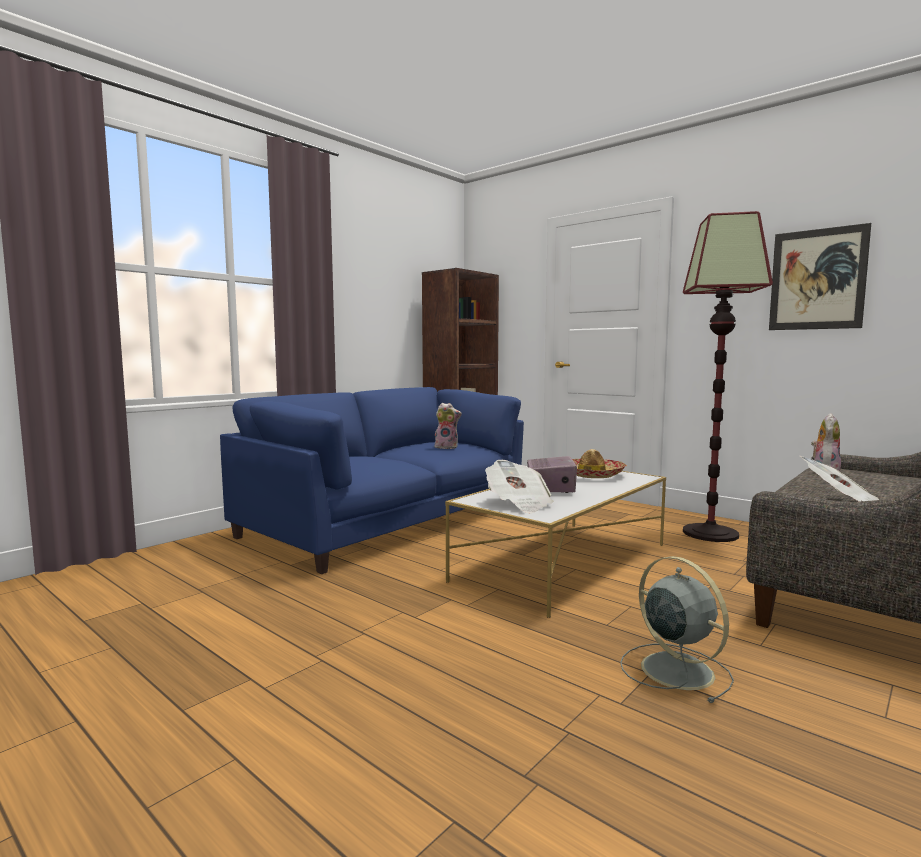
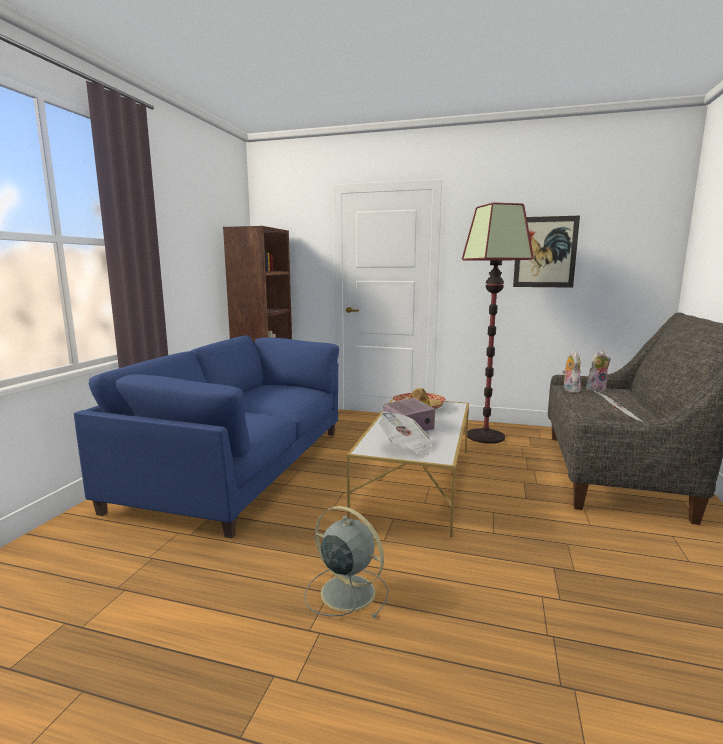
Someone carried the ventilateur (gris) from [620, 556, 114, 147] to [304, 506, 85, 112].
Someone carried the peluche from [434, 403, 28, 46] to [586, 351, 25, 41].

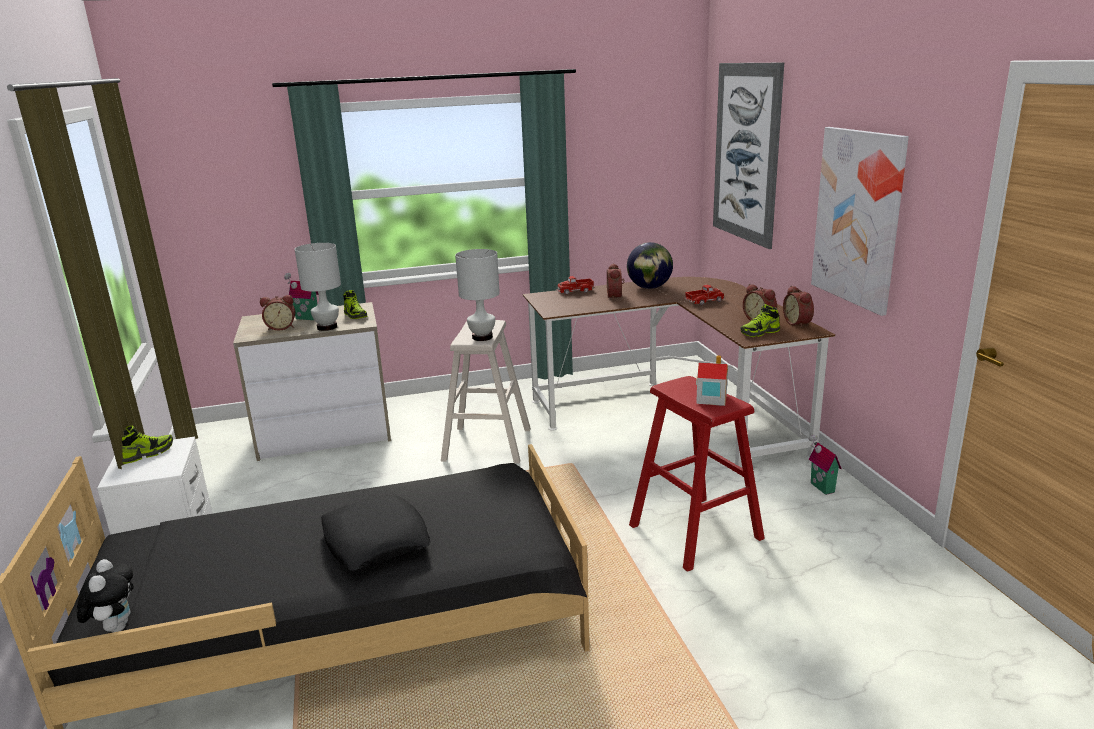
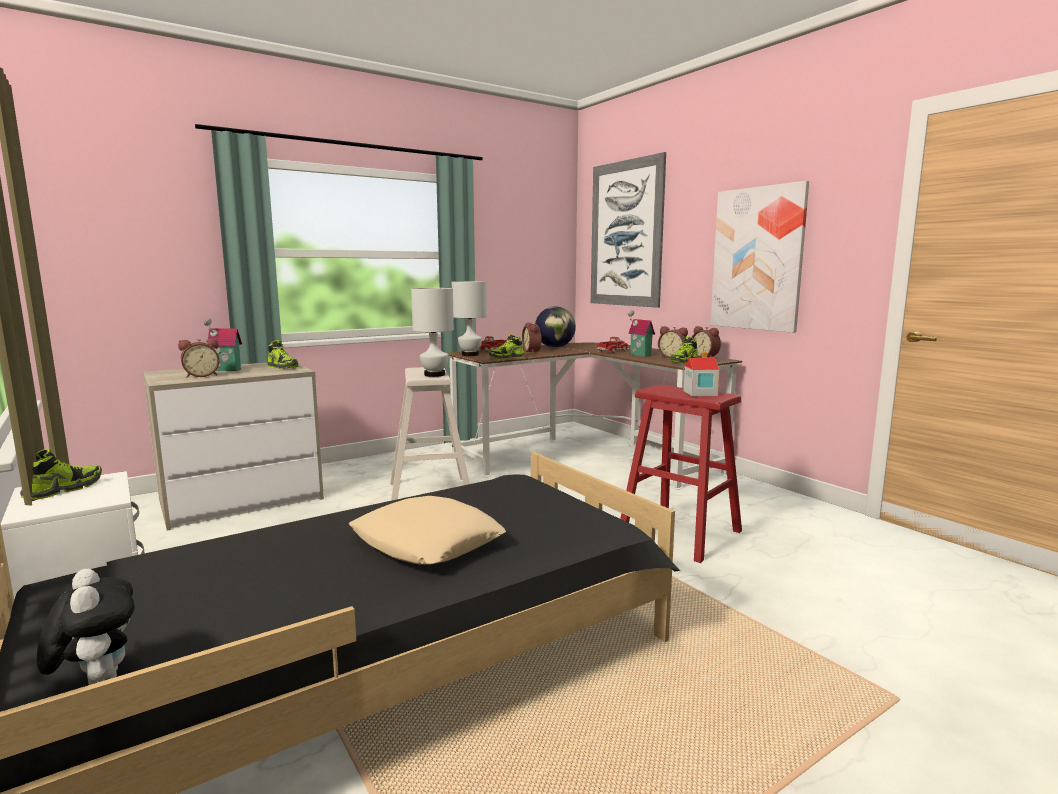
Someone repainted the coussin (noir) at [321, 495, 109, 76], which became the coussin (beige) at [349, 496, 157, 69].
Someone carried the lampe de table (blanc) from [294, 243, 47, 88] to [452, 281, 35, 75].
Someone put down the chaussure at [488, 334, 36, 25].
Someone carried the maison miniature from [809, 434, 33, 61] to [628, 310, 27, 47].

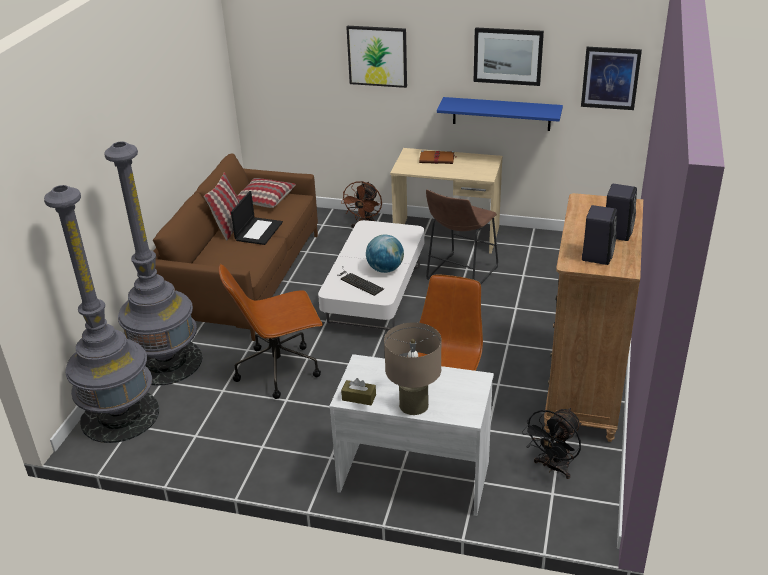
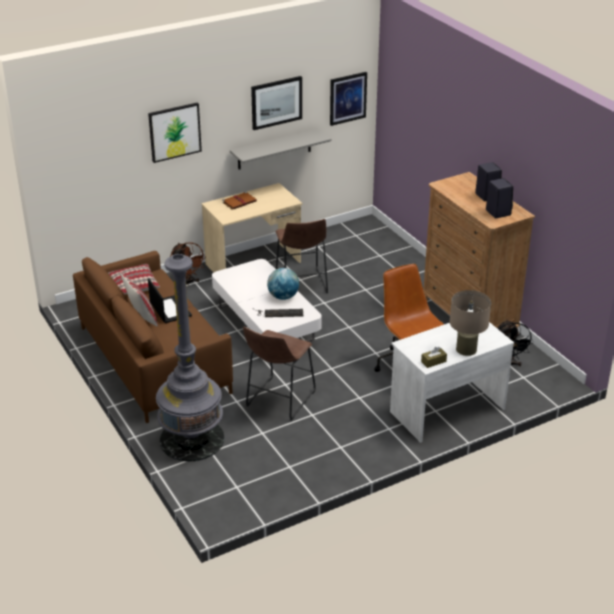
Someone repainted the étagère (bleu) at [437, 97, 126, 34], which became the étagère (gris) at [230, 129, 101, 41].
Someone swapped the chaise de bureau (marron) at [219, 264, 104, 135] for the tabouret (marron) at [243, 327, 73, 94].
Someone took away the lampadaire (gris) at [44, 185, 115, 258].

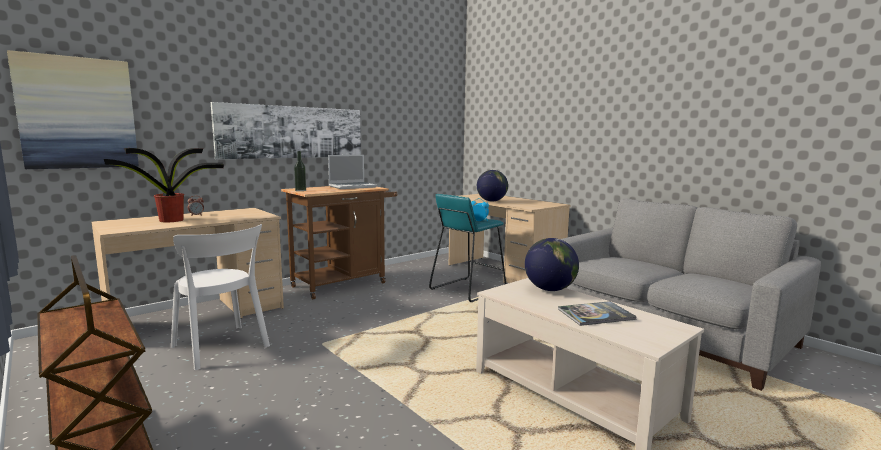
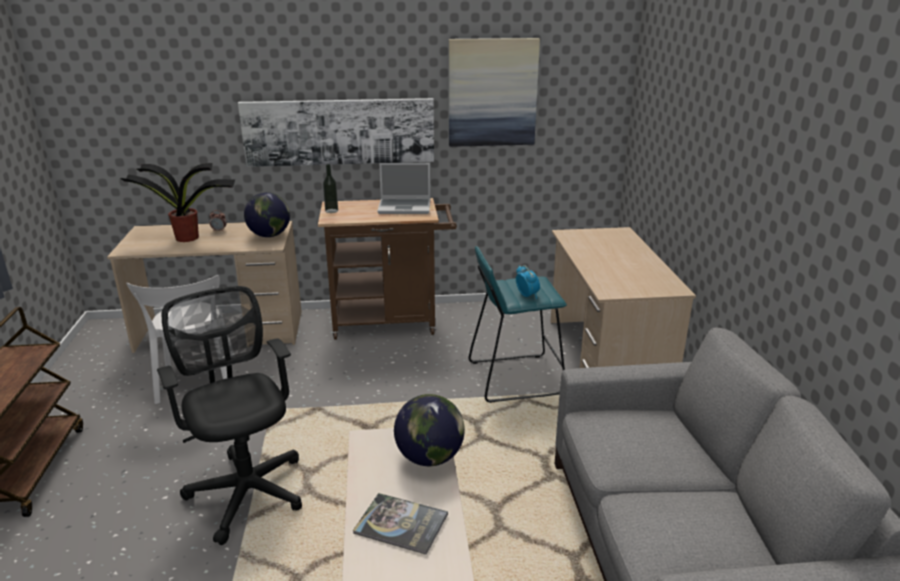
Someone put down the chaise de bureau (noir) at [157, 286, 145, 259].
Someone carried the globe from [477, 170, 31, 32] to [244, 192, 46, 45].
Someone carried the tableau from [7, 50, 132, 119] to [449, 38, 91, 109].

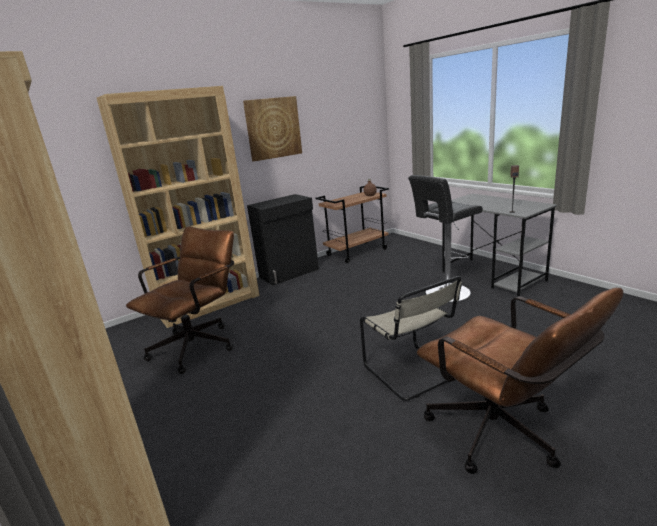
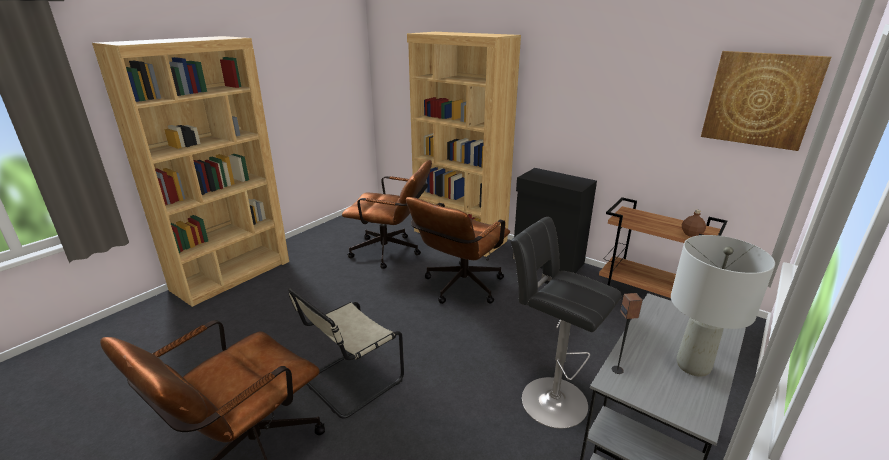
Someone put down the chaise de bureau (marron) at [406, 197, 104, 107].
Someone put down the lampe de table (gris) at [671, 235, 104, 142].
Someone carried the tableau from [243, 96, 59, 66] to [701, 51, 130, 100].

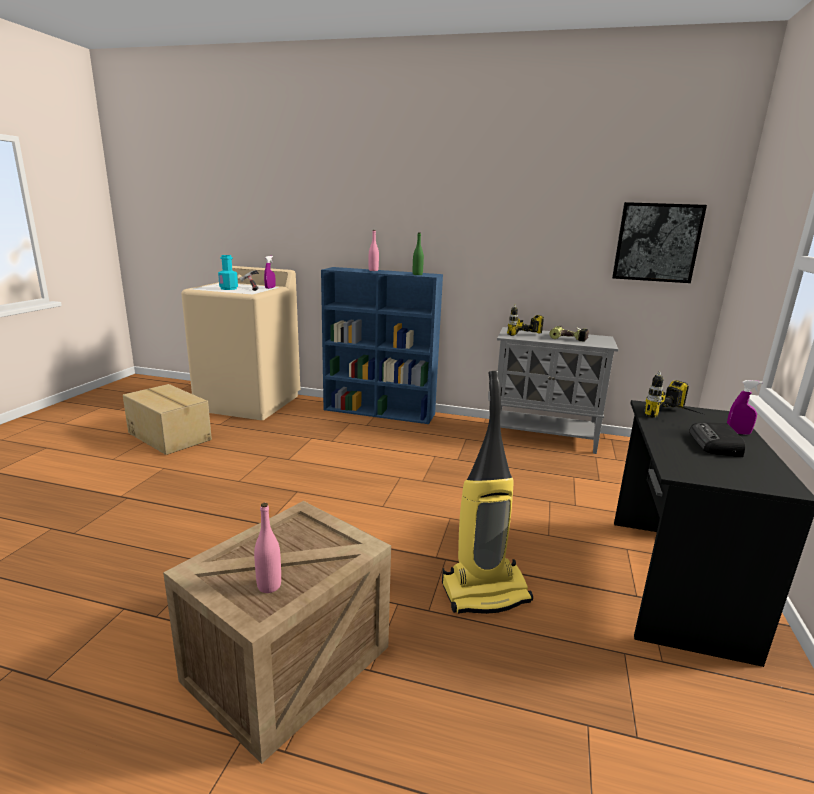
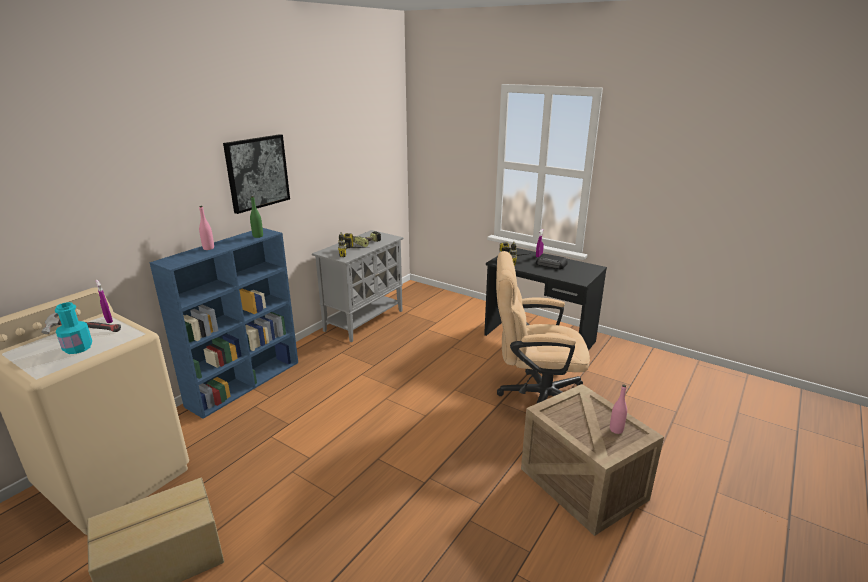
Someone carried the tableau from [612, 202, 95, 81] to [223, 134, 67, 80].
Someone swapped the aspirateur at [442, 371, 91, 243] for the chaise de bureau (beige) at [496, 251, 94, 153].

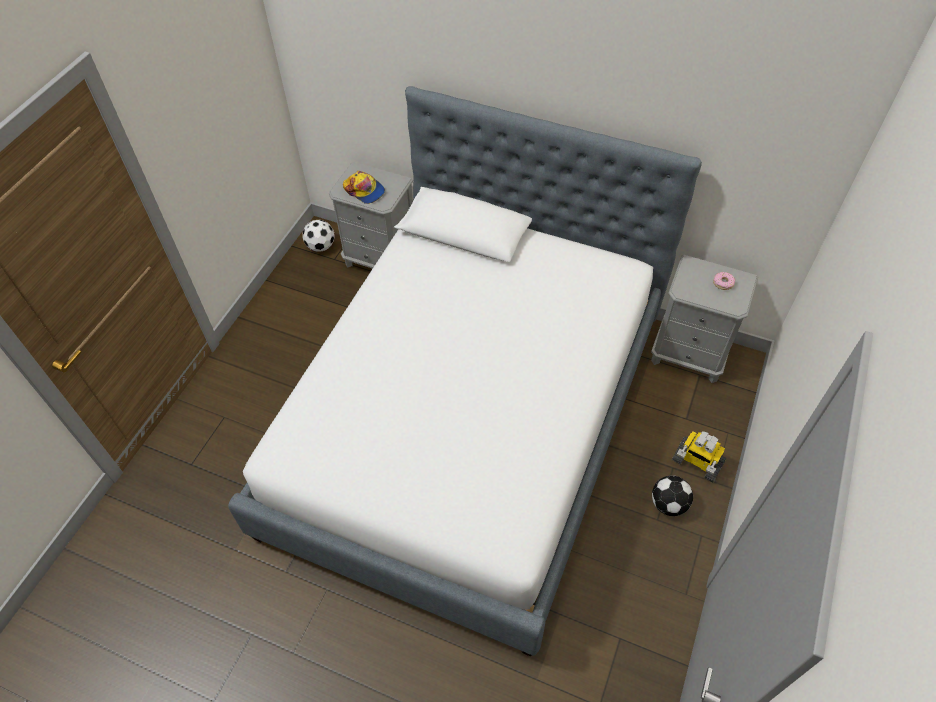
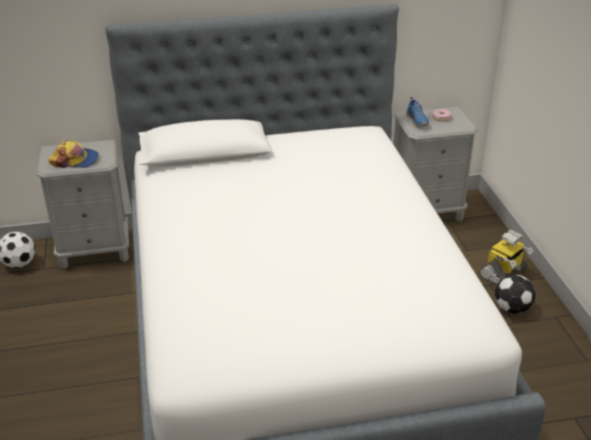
Someone put down the chaussure (bleu) at [406, 97, 23, 30].
Someone rotated the robot jouet at [672, 431, 55, 51] by 45 degrees counterclockwise.

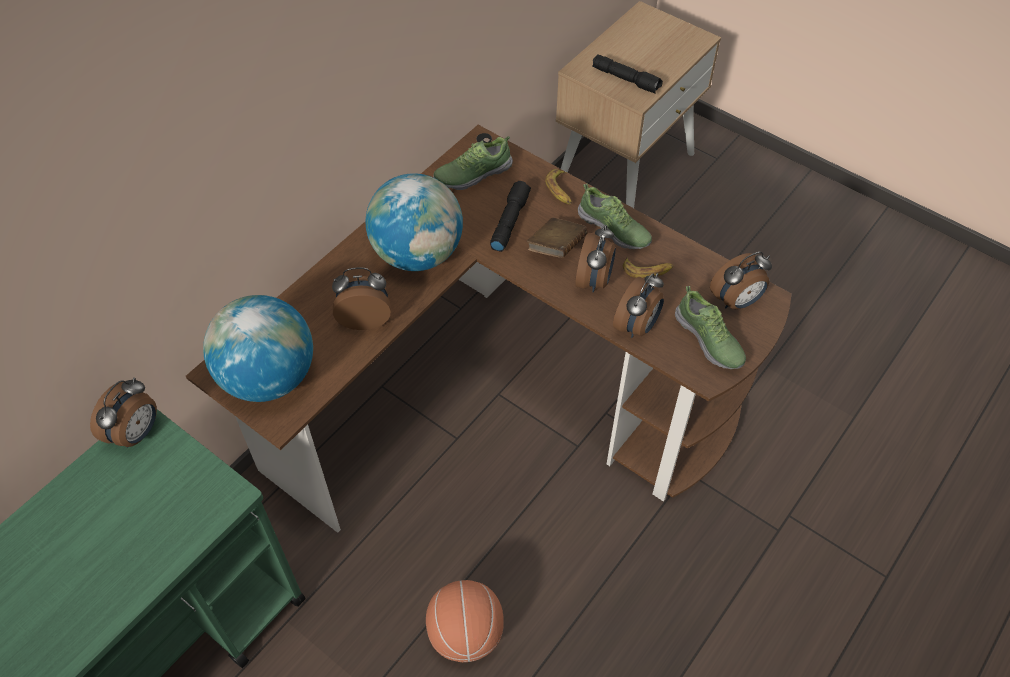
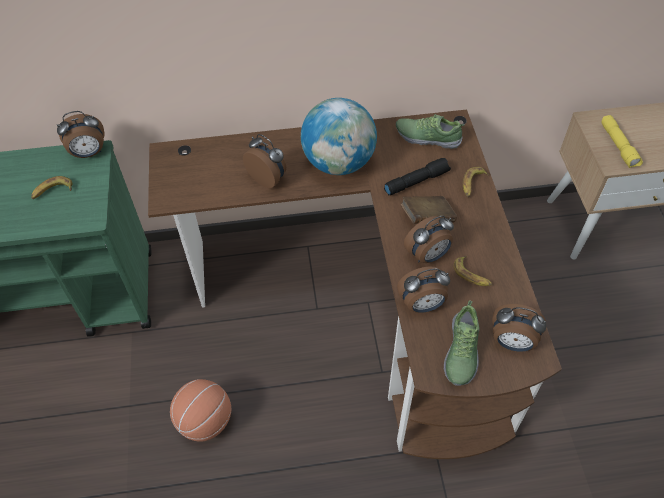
Someone put down the banane at [31, 176, 42, 23].
Someone repainted the lampe de poche (noir) at [593, 54, 70, 40], which became the lampe de poche (jaune) at [601, 115, 42, 53].
Someone took away the globe at [203, 295, 110, 107].
Someone took away the chaussure at [578, 184, 74, 65].

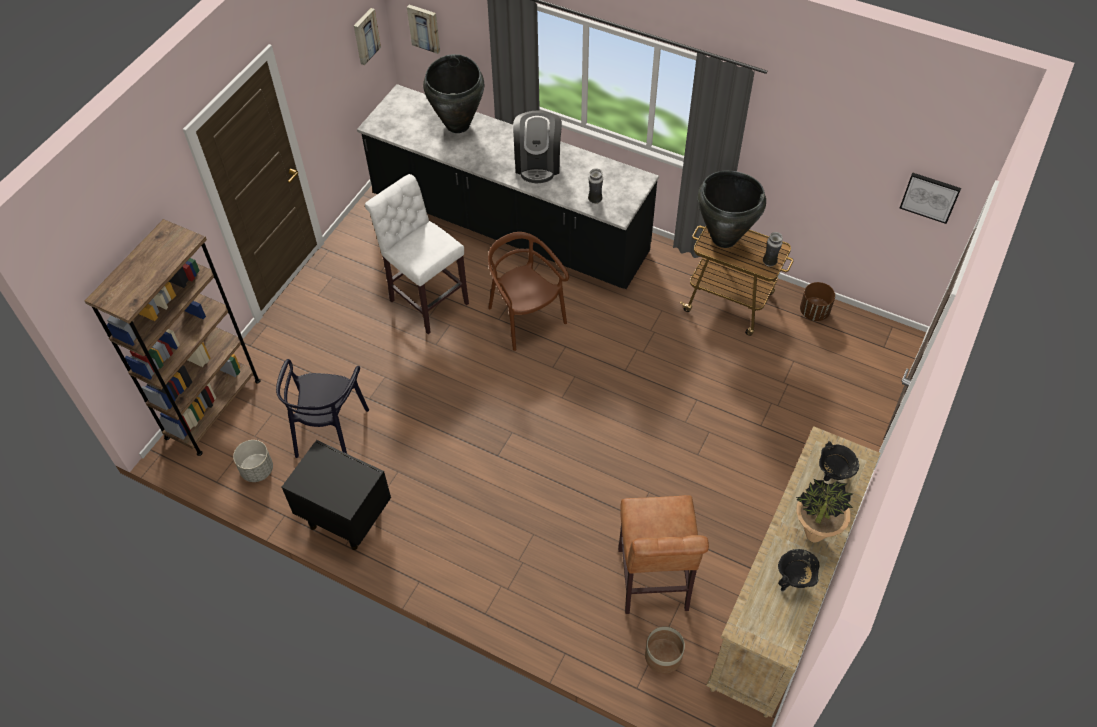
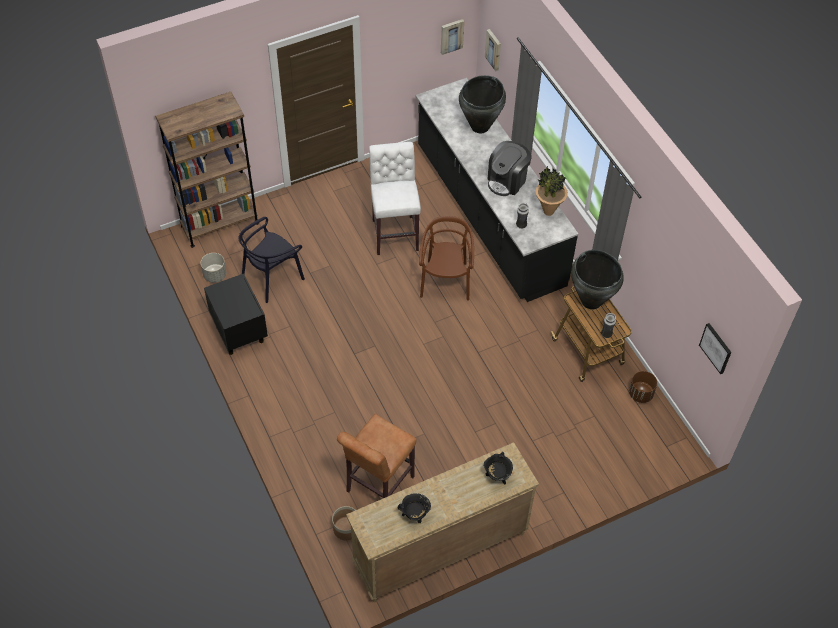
Someone carried the plante en pot from [796, 478, 57, 65] to [536, 166, 32, 50].

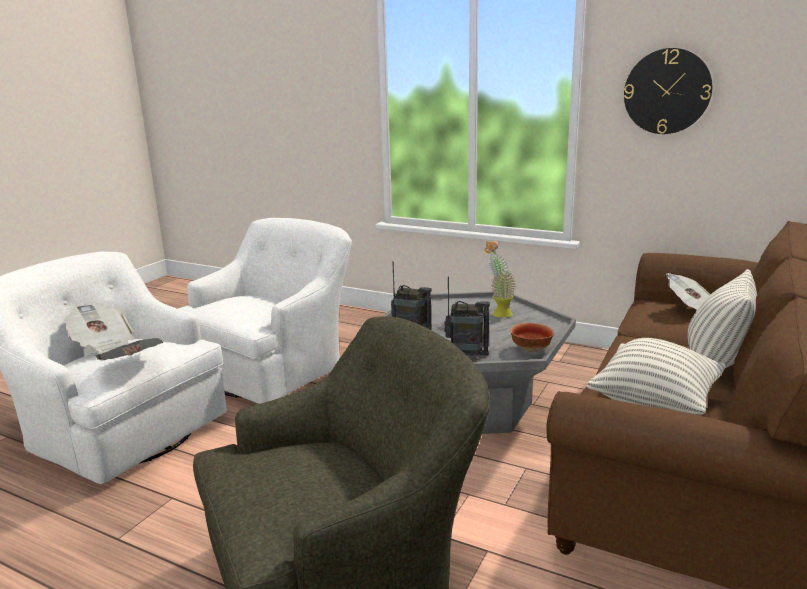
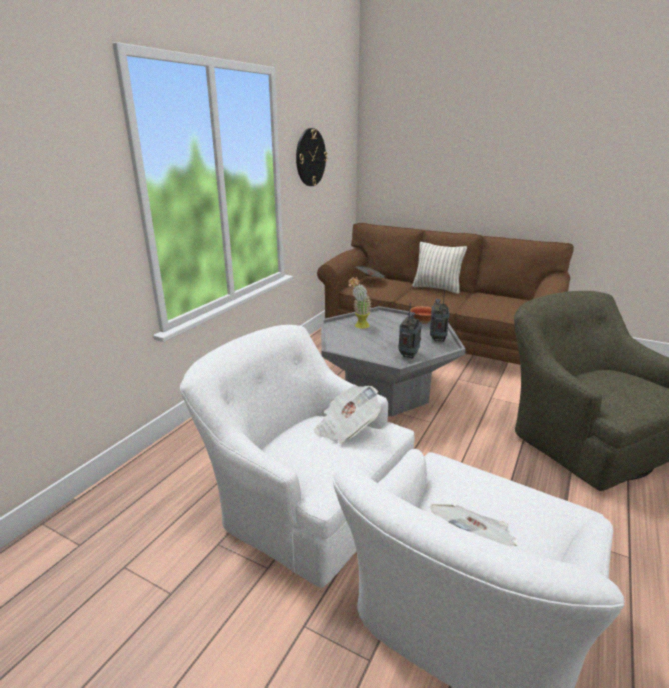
Someone carried the journal from [94, 338, 69, 22] to [314, 385, 67, 58].
Someone took away the coussin at [587, 338, 139, 77].

